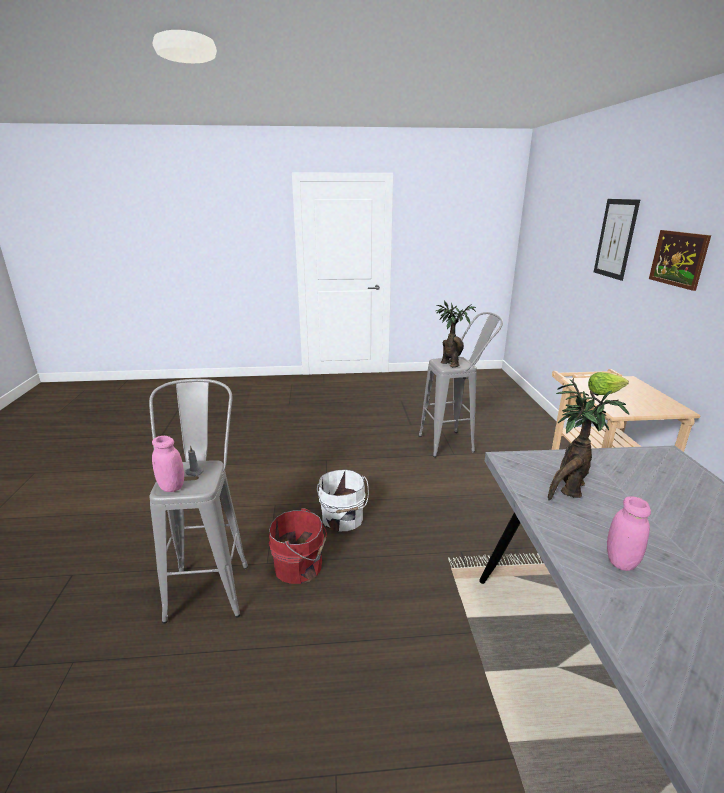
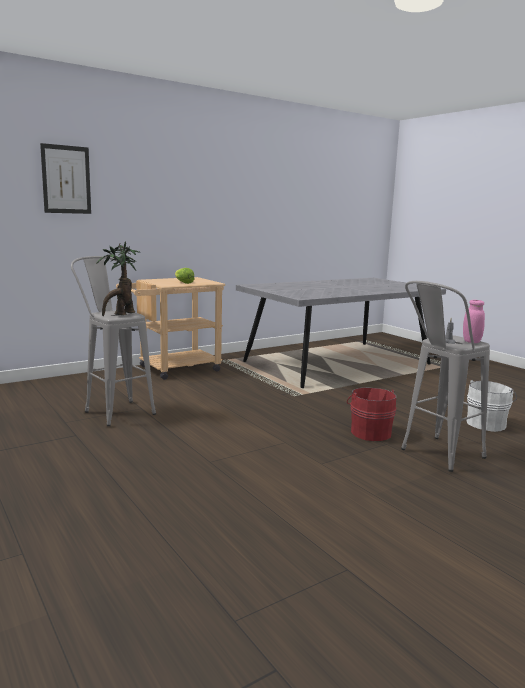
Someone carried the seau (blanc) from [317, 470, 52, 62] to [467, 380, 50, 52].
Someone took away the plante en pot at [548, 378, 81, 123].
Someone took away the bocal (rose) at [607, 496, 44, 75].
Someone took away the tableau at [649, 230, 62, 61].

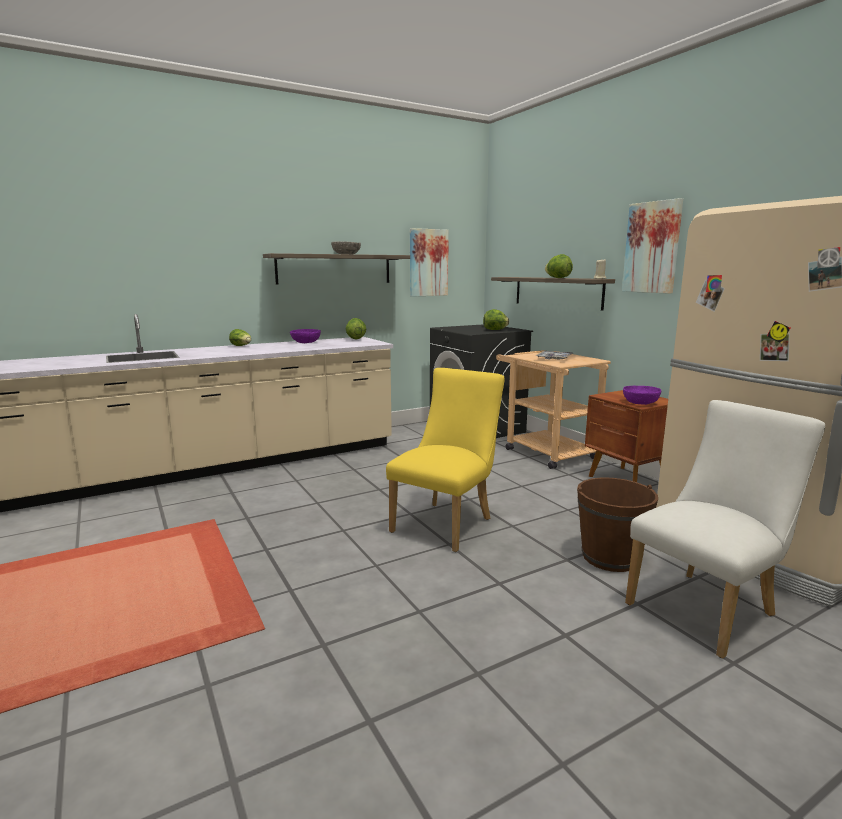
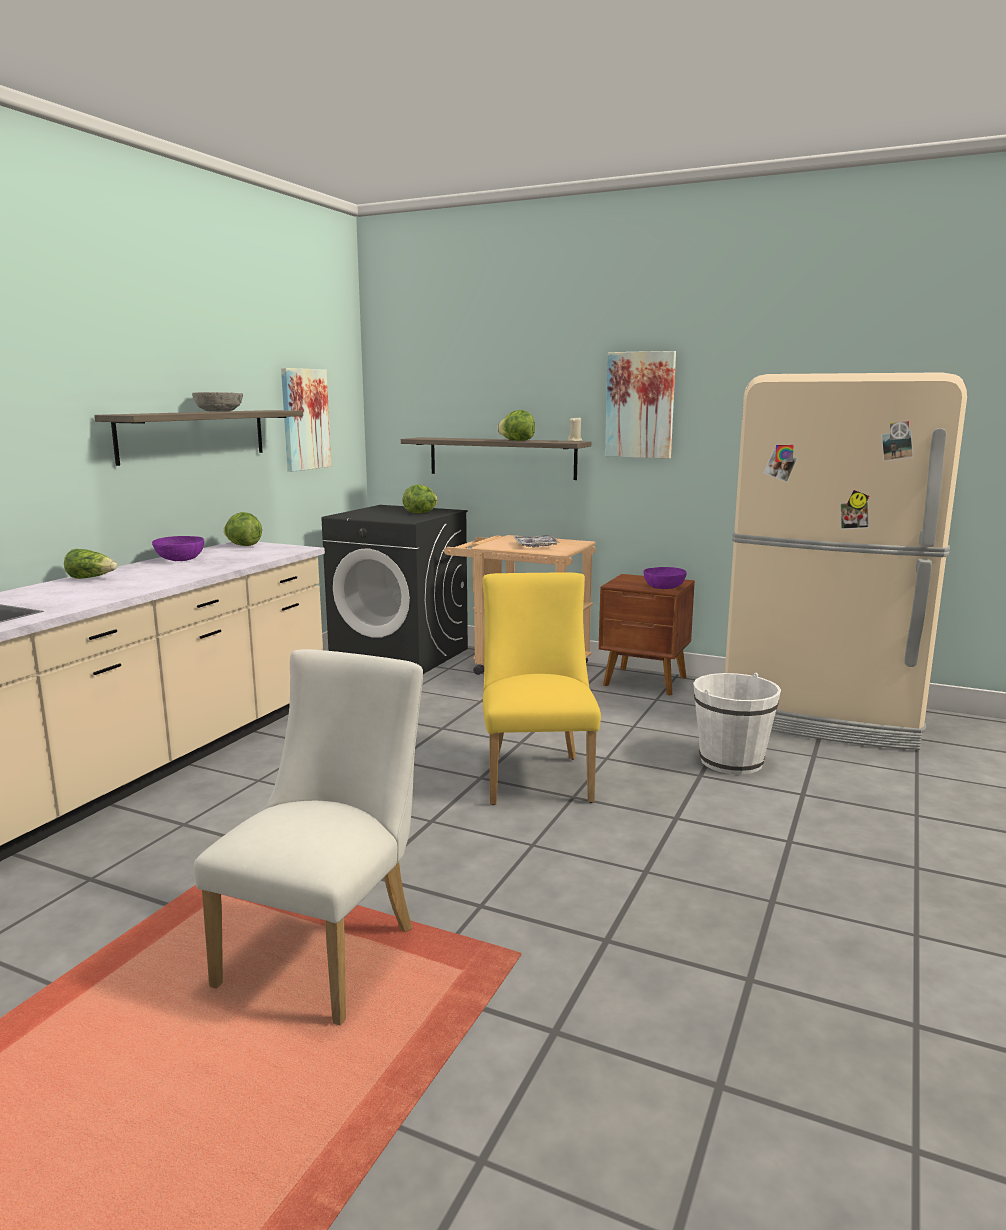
Someone carried the chaise (blanc) from [625, 400, 200, 259] to [194, 649, 229, 377].
Someone repainted the seau (marron) at [577, 477, 81, 95], which became the seau (blanc) at [693, 673, 88, 102].

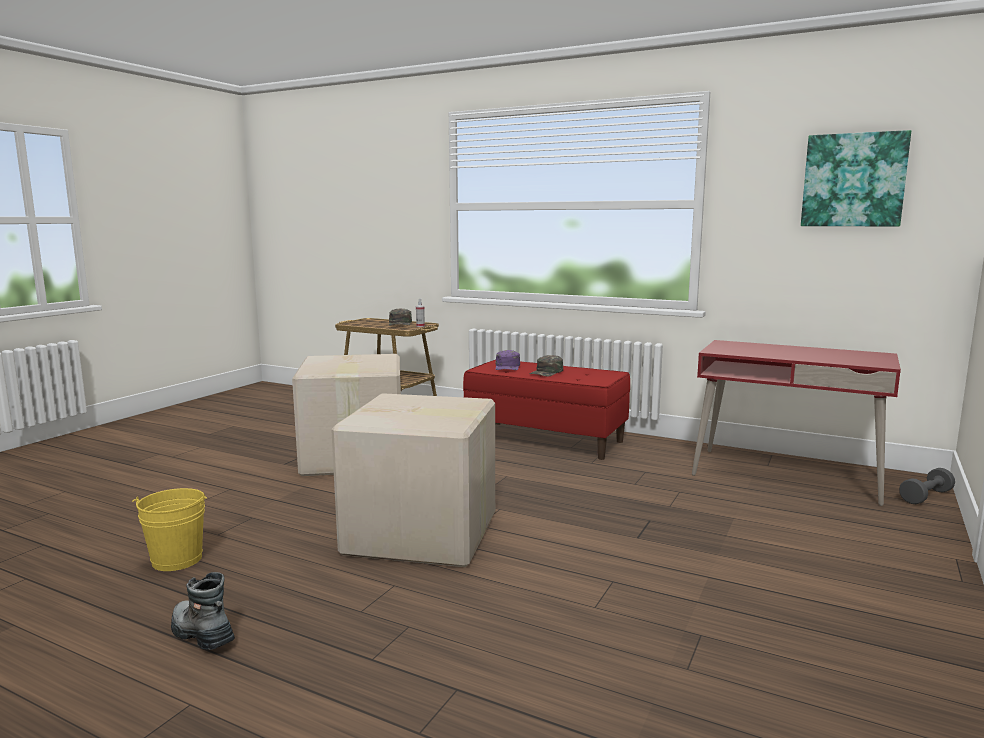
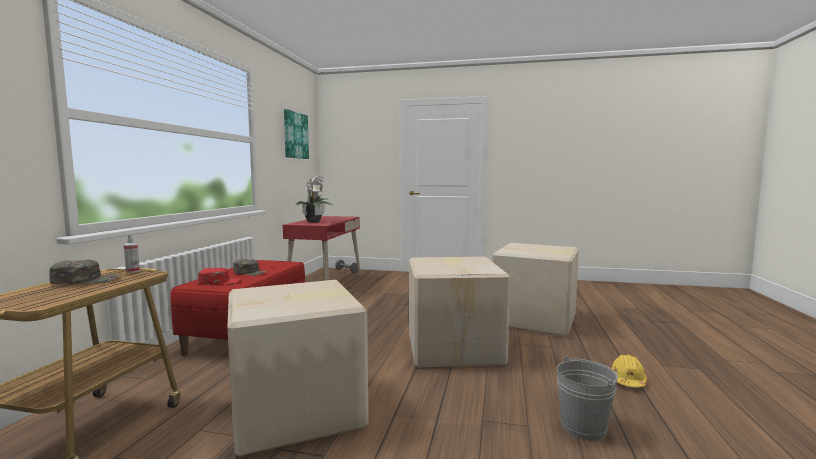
Someone repainted the casquette (violet) at [495, 350, 25, 20], which became the casquette (rouge) at [198, 268, 44, 17].
Someone put down the plante en pot at [295, 174, 38, 49].
Someone put down the carton at [492, 243, 87, 94].
Someone repainted the seau (jaune) at [132, 488, 75, 83], which became the seau (gris) at [557, 357, 61, 84].
Someone swapped the botte at [171, 572, 64, 78] for the casque de chantier (jaune) at [611, 354, 36, 34].

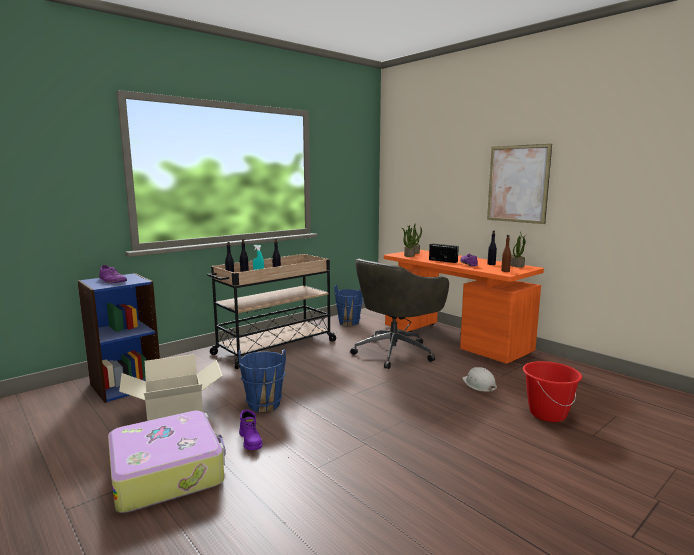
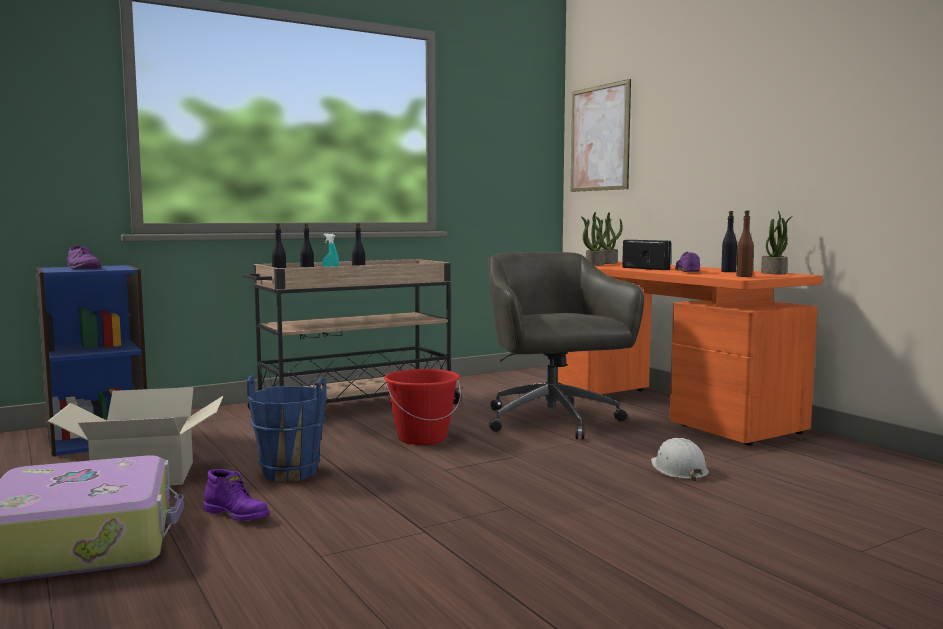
Someone rotated the botte (violet) at [239, 410, 24, 40] by 45 degrees counterclockwise.
Someone carried the seau (rouge) from [523, 361, 59, 61] to [384, 369, 77, 76].
Someone rotated the chaise de bureau (gris) at [350, 259, 99, 110] by 105 degrees clockwise.
Someone carried the tableau from [487, 144, 65, 80] to [571, 79, 60, 113].
Someone took away the seau (bleu) at [335, 285, 28, 41].

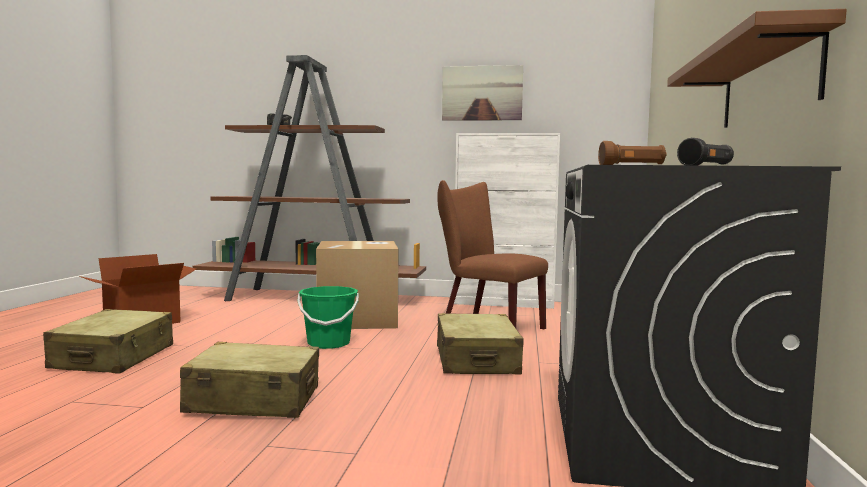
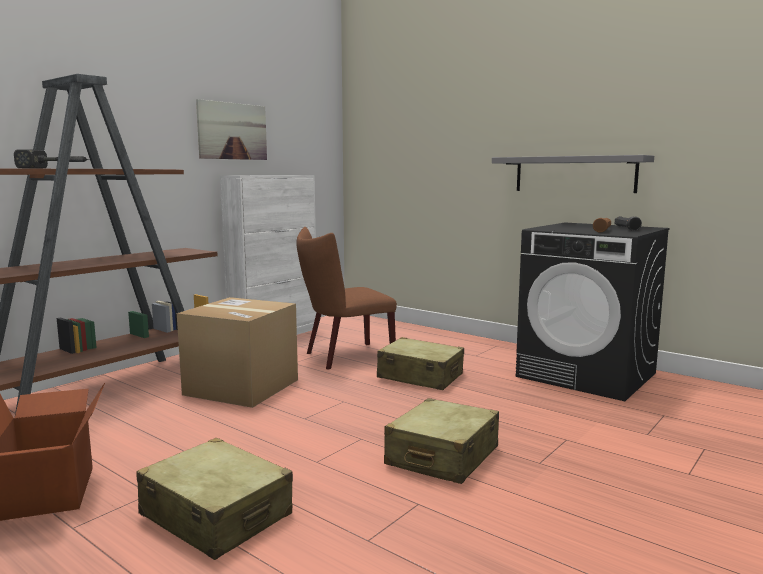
Someone repainted the étagère (marron) at [667, 9, 180, 119], which became the étagère (gris) at [492, 155, 162, 38].
Someone took away the seau (vert) at [297, 286, 62, 63].

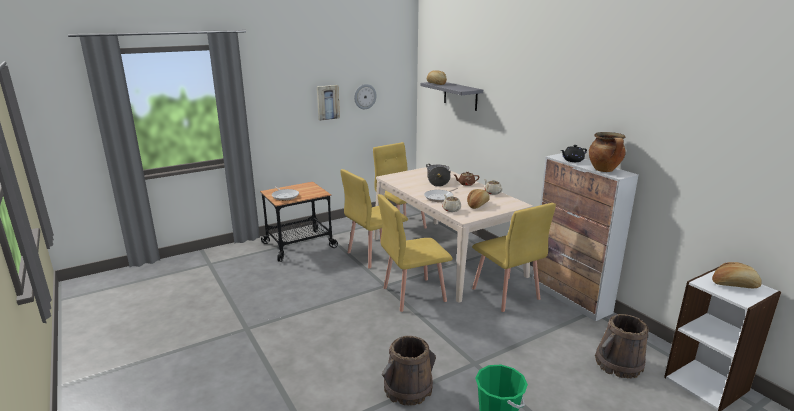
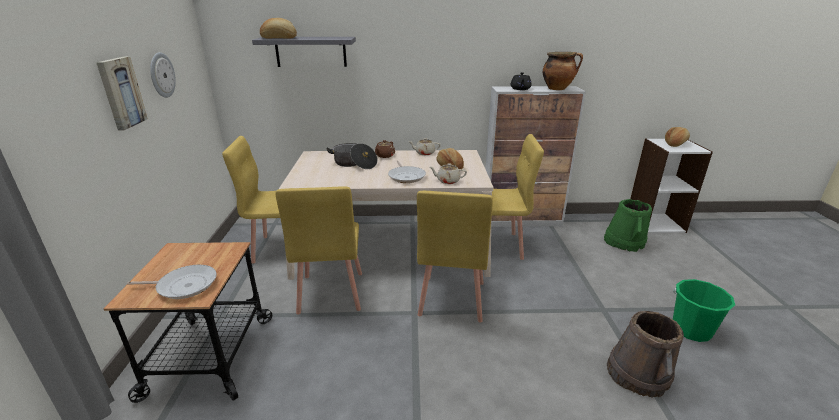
Someone repainted the seau (marron) at [595, 314, 53, 65], which became the seau (vert) at [604, 199, 48, 53].

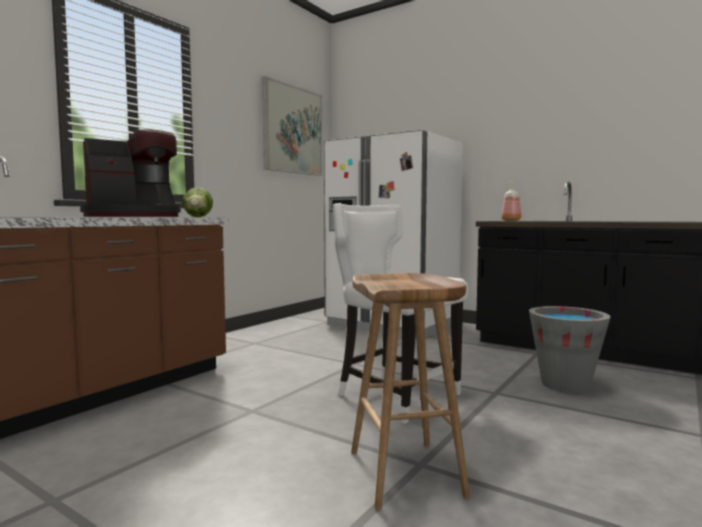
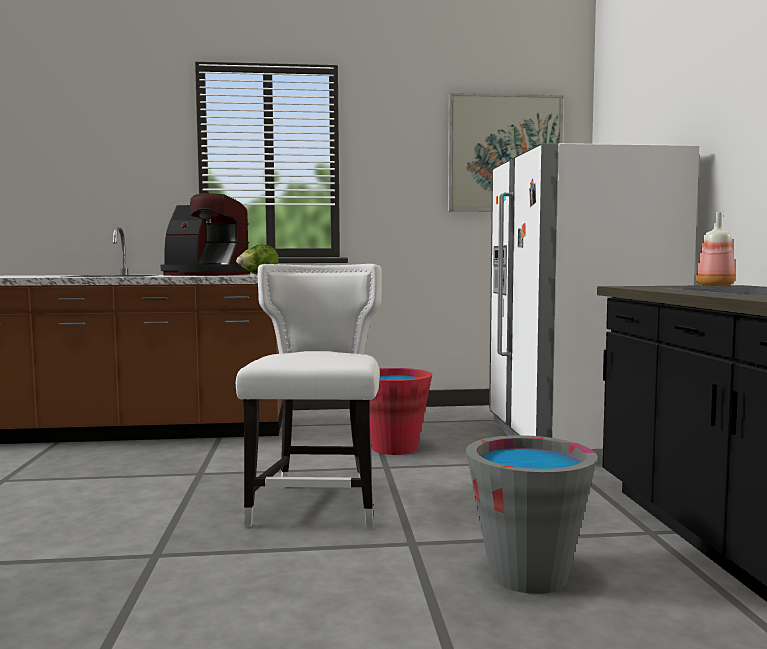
Someone put down the seau (rouge) at [370, 368, 62, 87].
Someone took away the tabouret (marron) at [351, 273, 119, 237].

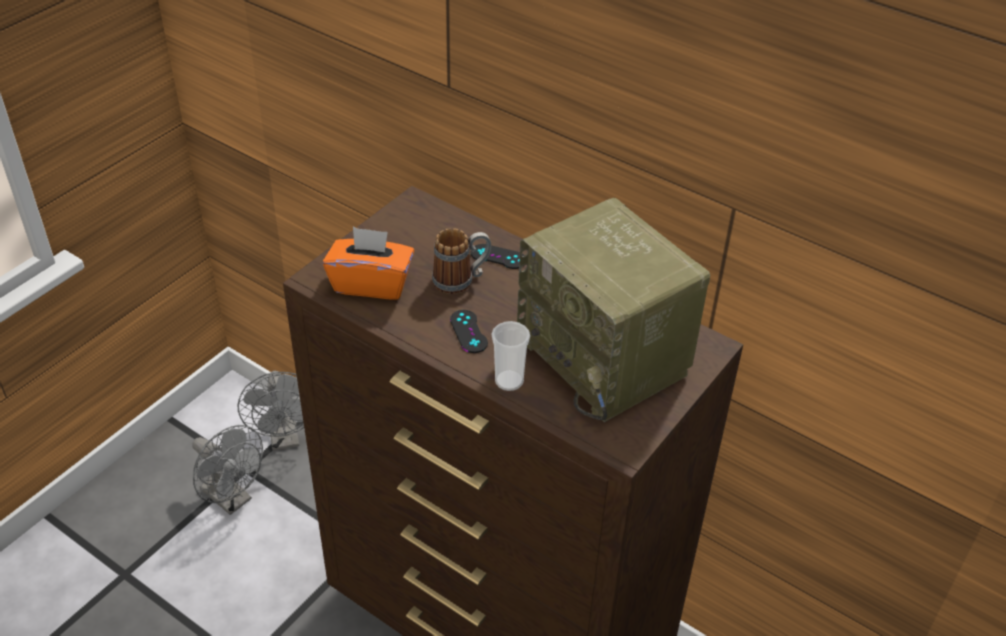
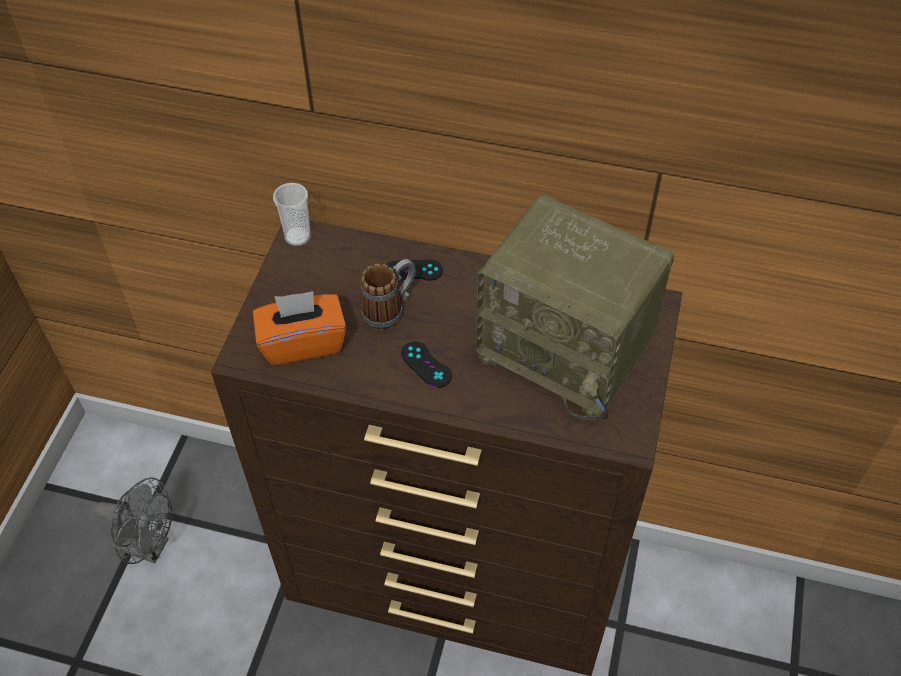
Someone carried the tasse from [492, 321, 38, 70] to [273, 183, 38, 63].
Someone took away the ventilateur (gris) at [238, 371, 66, 80].

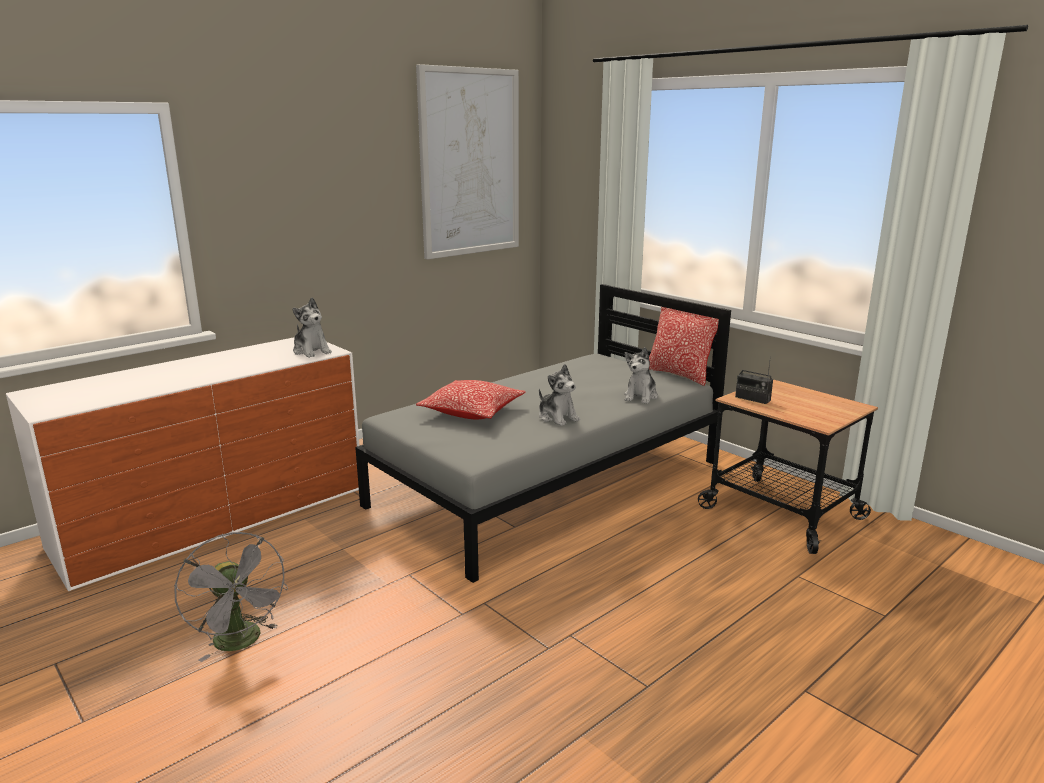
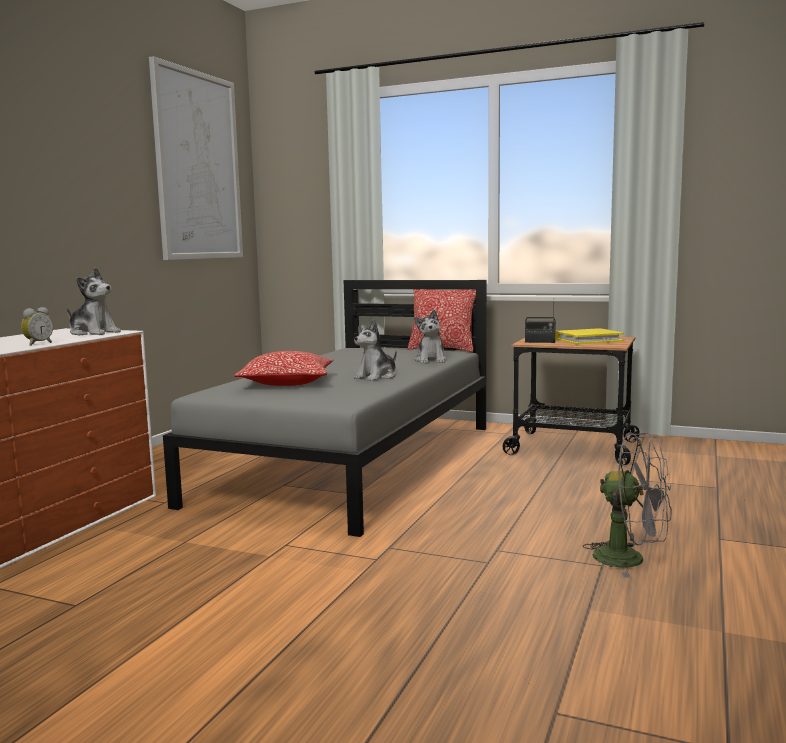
Someone put down the réveil at [21, 307, 32, 39].
Someone rotated the peluche at [539, 364, 41, 62] by 105 degrees clockwise.
Someone put down the livre (jaune) at [555, 328, 69, 16].
Someone carried the ventilateur (gris) from [174, 532, 114, 130] to [583, 432, 89, 146].

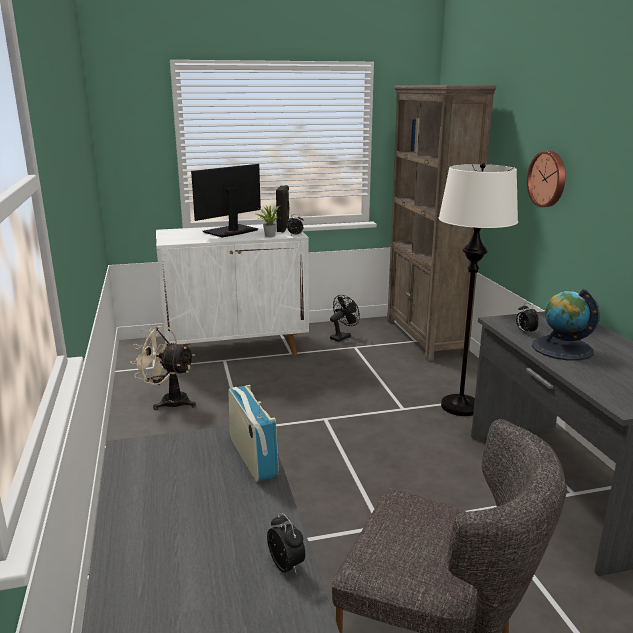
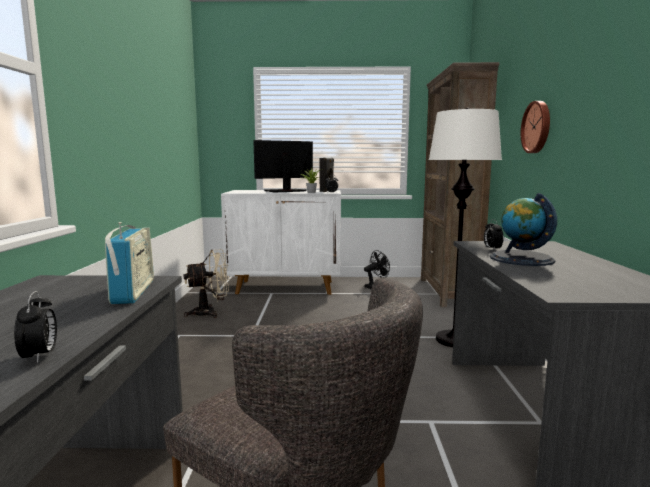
Someone rotated the ventilateur (beige) at [130, 324, 66, 86] by 120 degrees clockwise.

